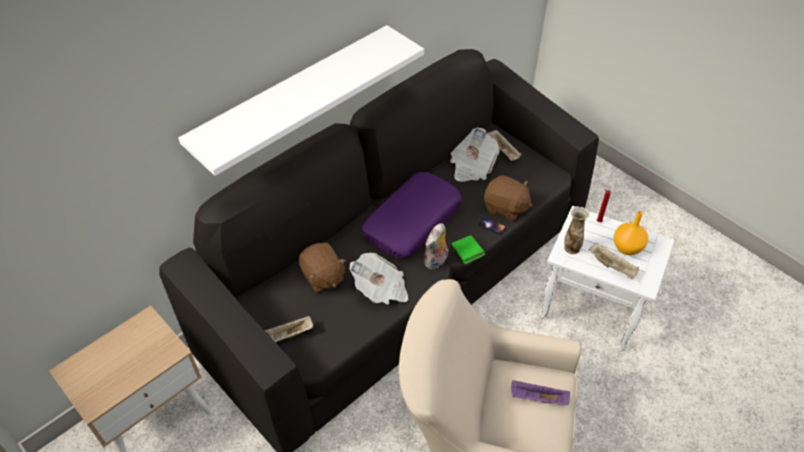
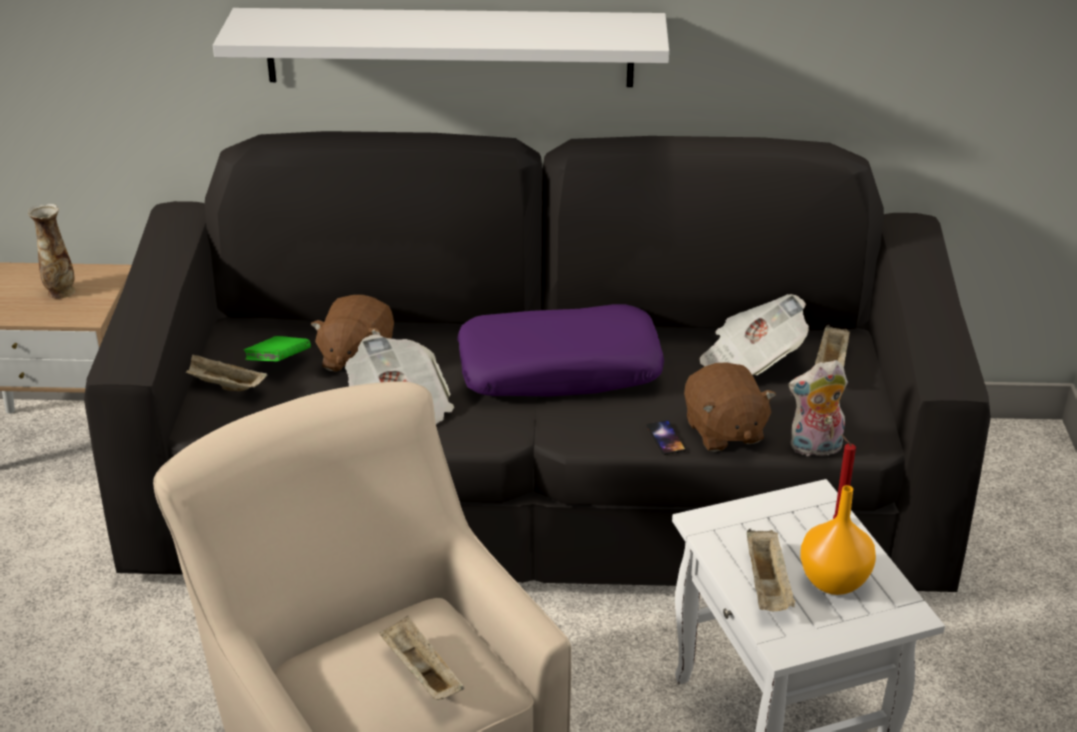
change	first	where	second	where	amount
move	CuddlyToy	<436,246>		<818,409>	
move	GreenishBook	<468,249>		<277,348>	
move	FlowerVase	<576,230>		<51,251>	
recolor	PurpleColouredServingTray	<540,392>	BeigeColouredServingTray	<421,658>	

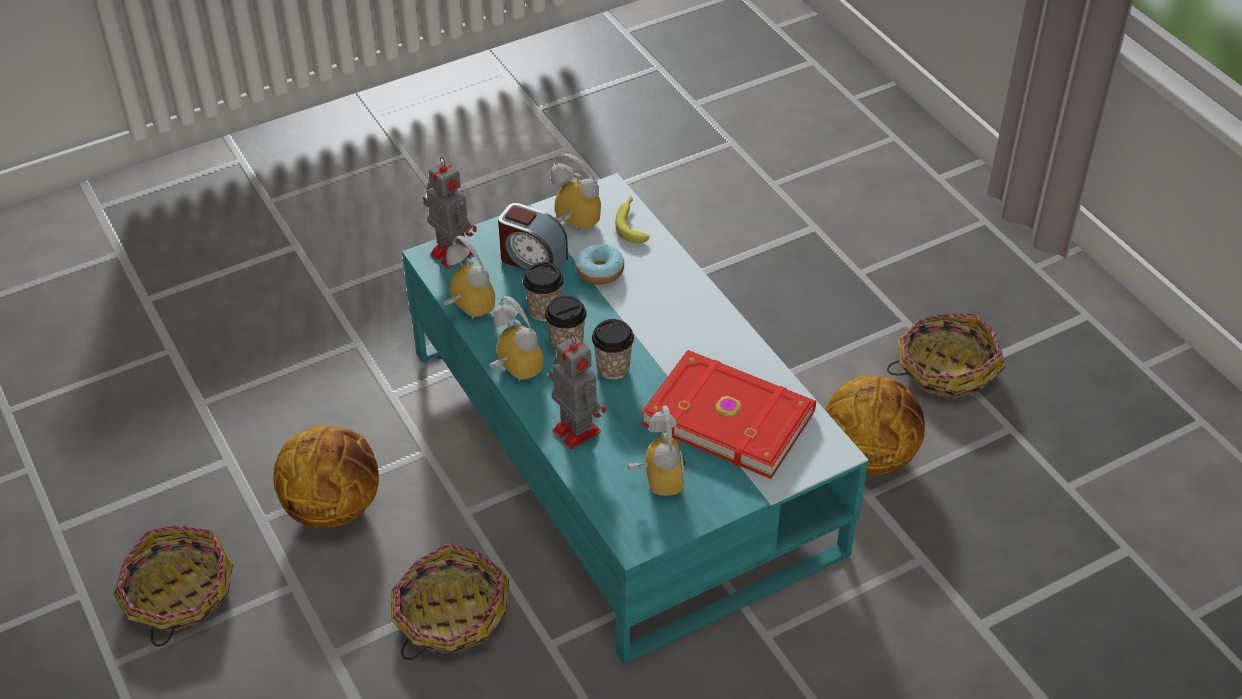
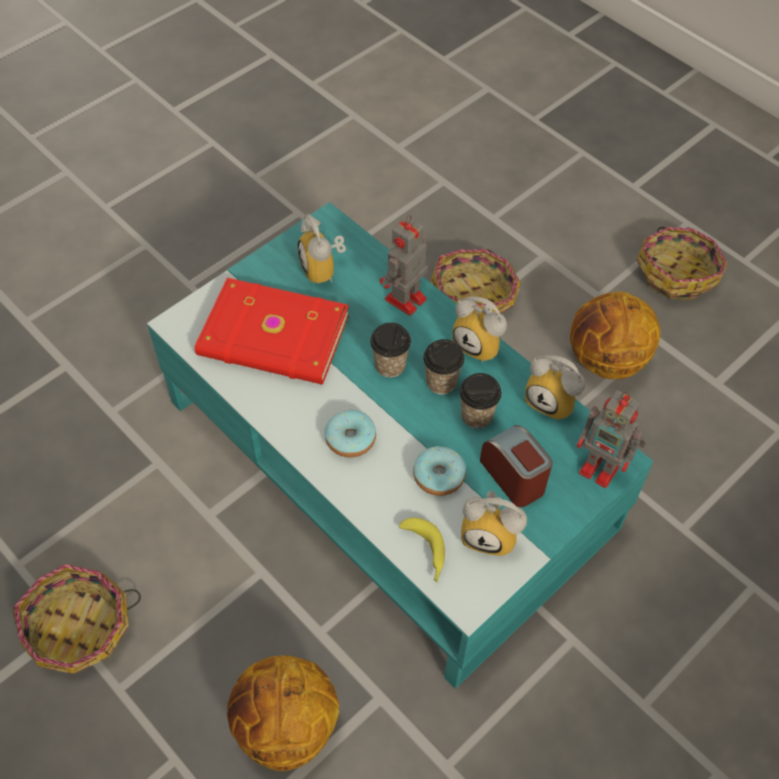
change	first	where	second	where	amount
insert			Donut	<350,434>	
move	BallForBasketball	<875,425>		<283,713>	
rotate	BedsideClock	<533,237>		<516,466>	45 degrees clockwise
rotate	RobotFigure	<577,391>		<404,265>	90 degrees clockwise

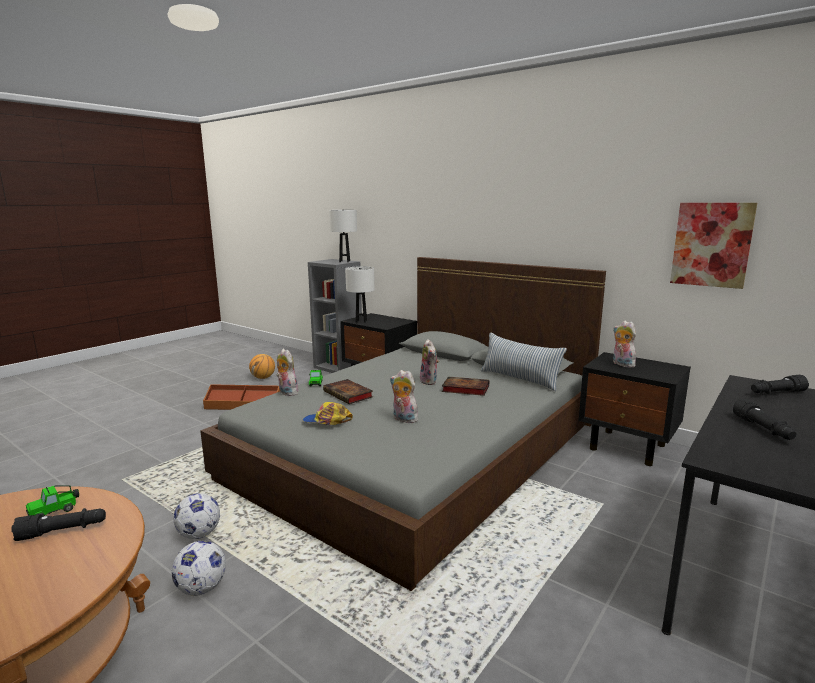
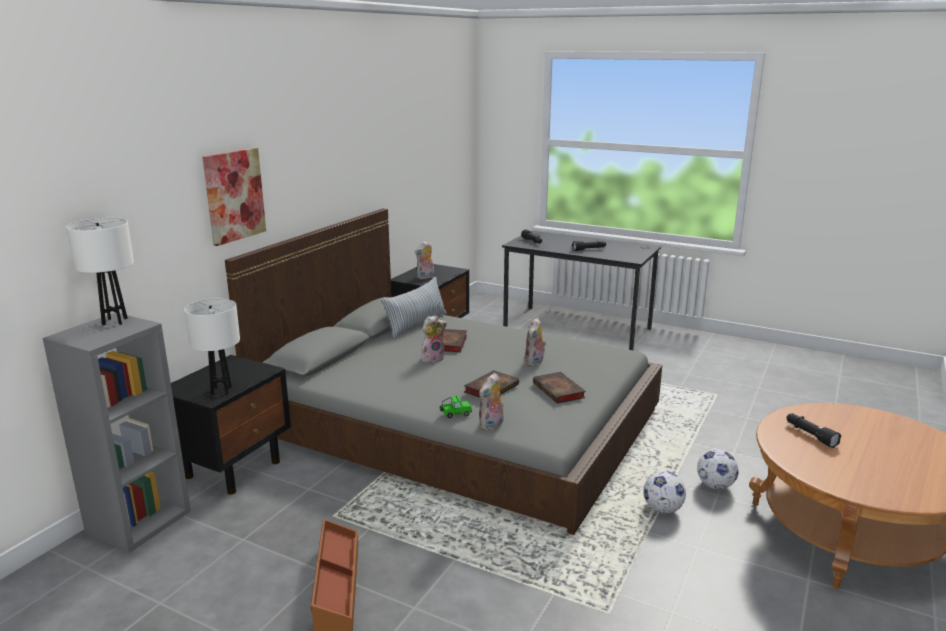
change	first	where	second	where	amount
delete	ToyCar	<52,500>			
delete	BallForBasketball	<262,366>			
move	WallPicture	<713,246>		<234,197>	
replace	BaseballCap	<328,413>	Book	<559,388>	

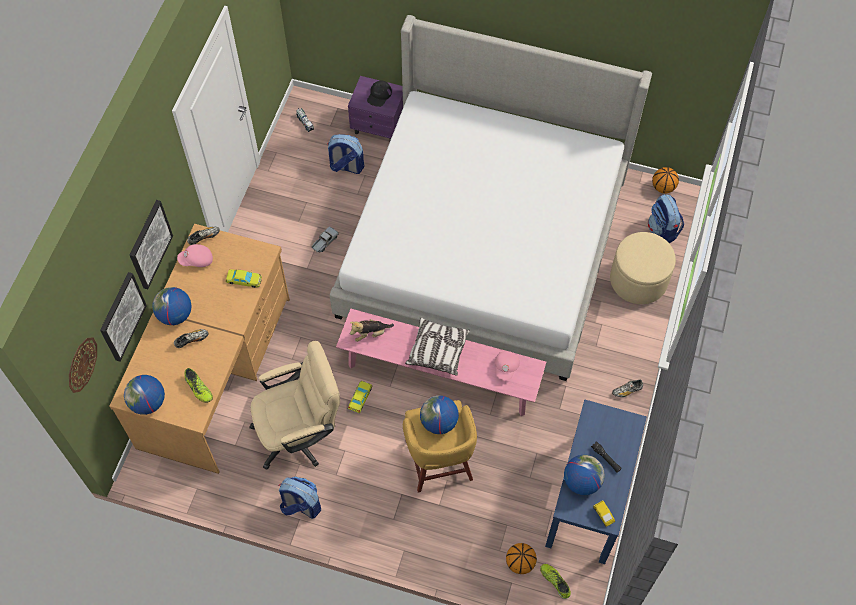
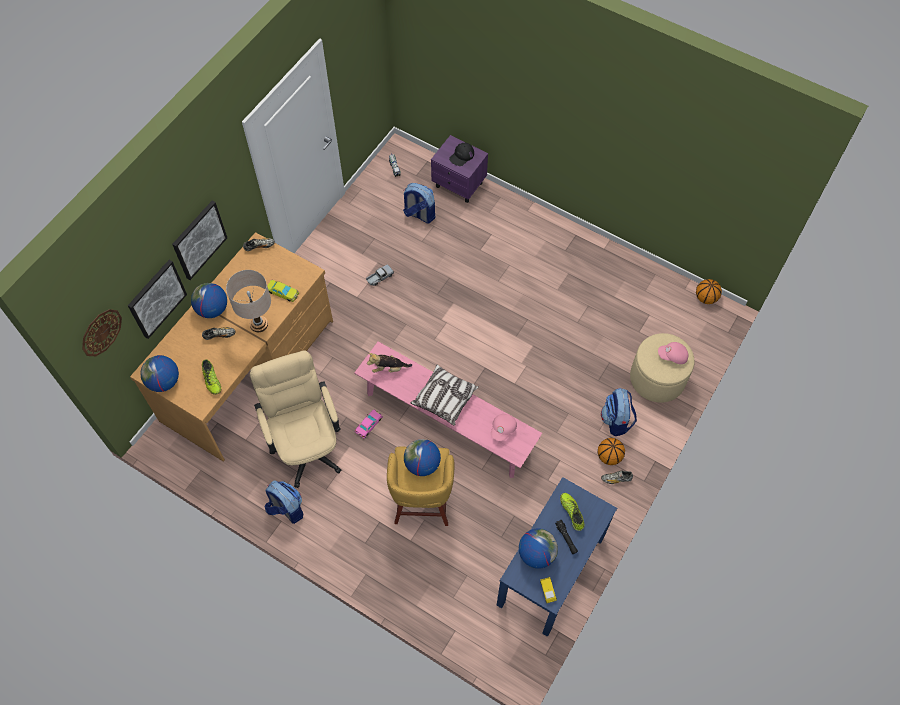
change	first	where	second	where	amount
delete	BedroomBed	<491,198>			
insert			BeigeColouredLampForATable	<248,301>	
move	PinkColouredBaseballCap	<195,255>		<673,353>	
move	BallForBasketball	<521,558>		<611,451>	
move	Shoe	<555,581>		<572,512>	
move	Knapsack	<666,218>		<619,412>	
recolor	YellowColouredToyCar	<360,397>	PinkColouredToyCar	<368,424>	
rotate	BeigeColouredDeskChair	<294,405>		<295,419>	105 degrees counterclockwise

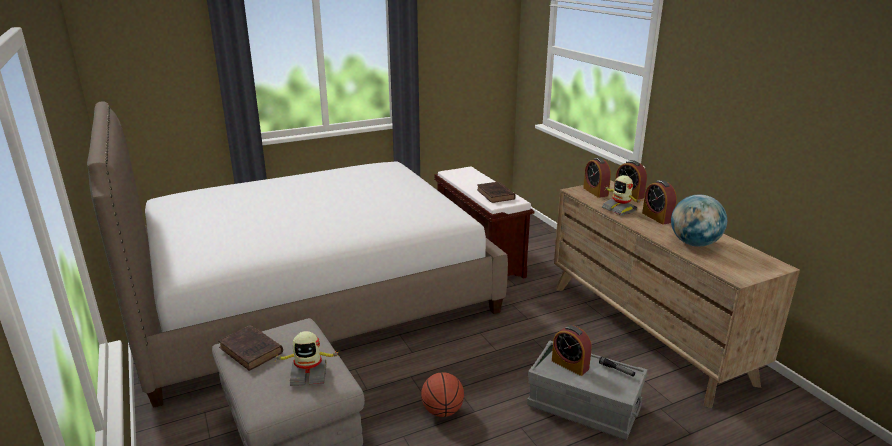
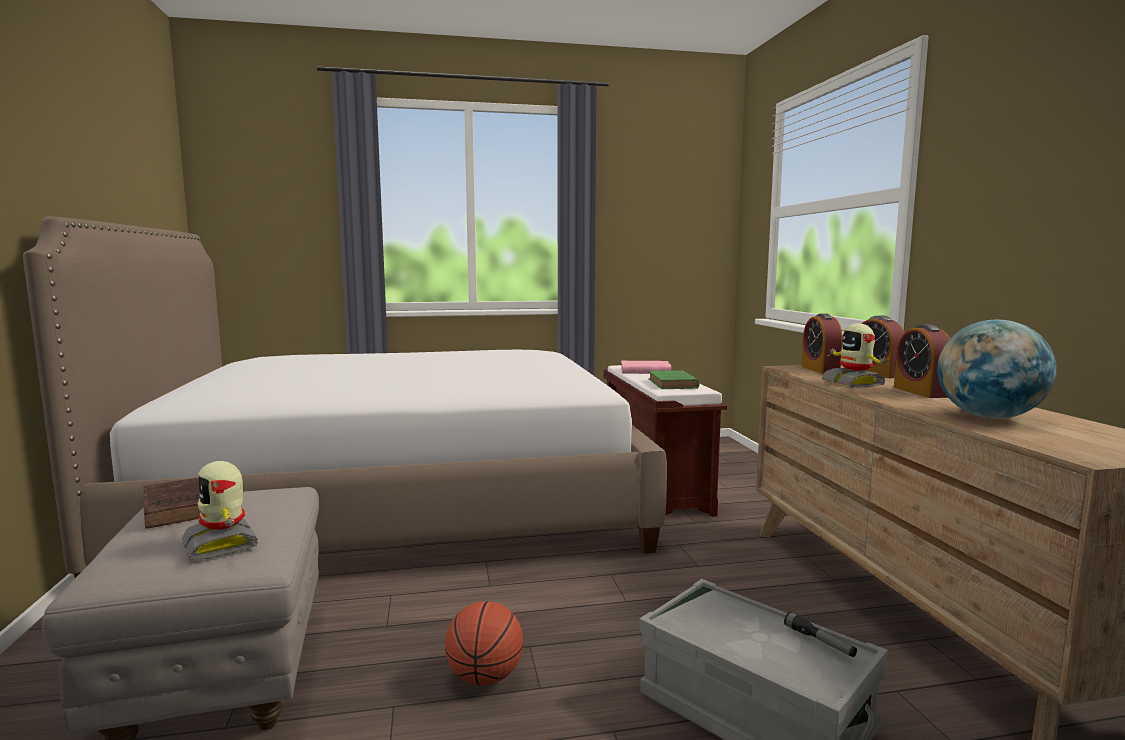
change	first	where	second	where	amount
delete	BedsideClock	<572,350>			
insert			PinkColouredBook	<646,367>	
recolor	BrownColouredBook	<496,192>	GreenishBook	<674,379>	
rotate	RobotFigure	<307,358>		<220,510>	45 degrees clockwise

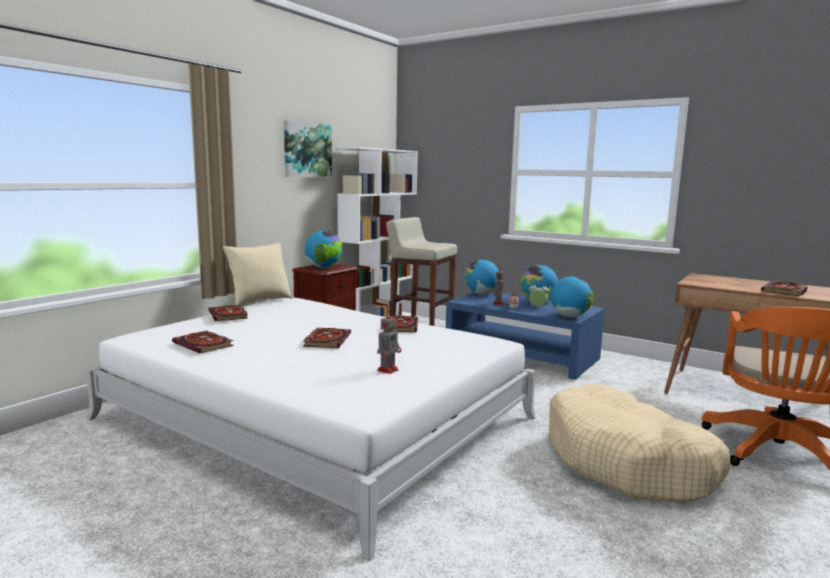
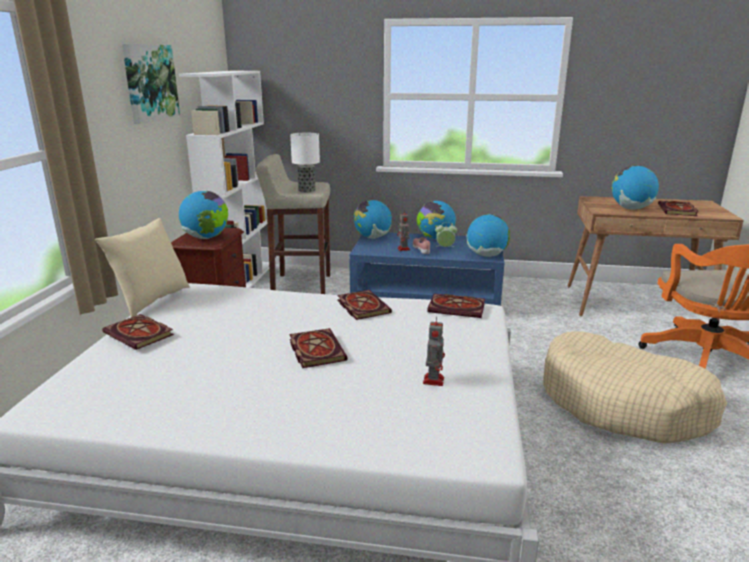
change	first	where	second	where	amount
insert			LampForATable	<305,163>	
insert			Globe	<635,187>	
move	Book	<203,342>		<456,305>	

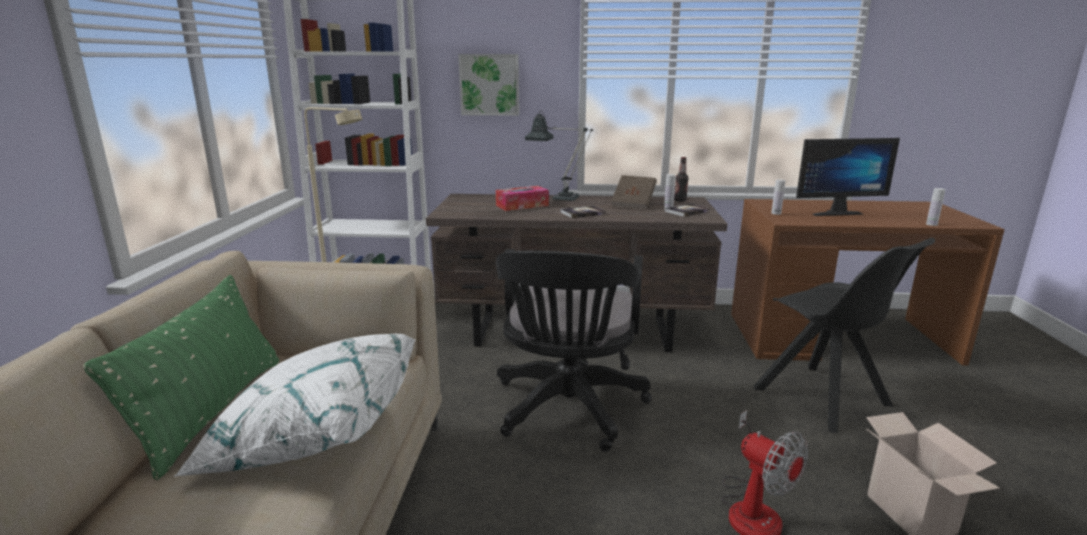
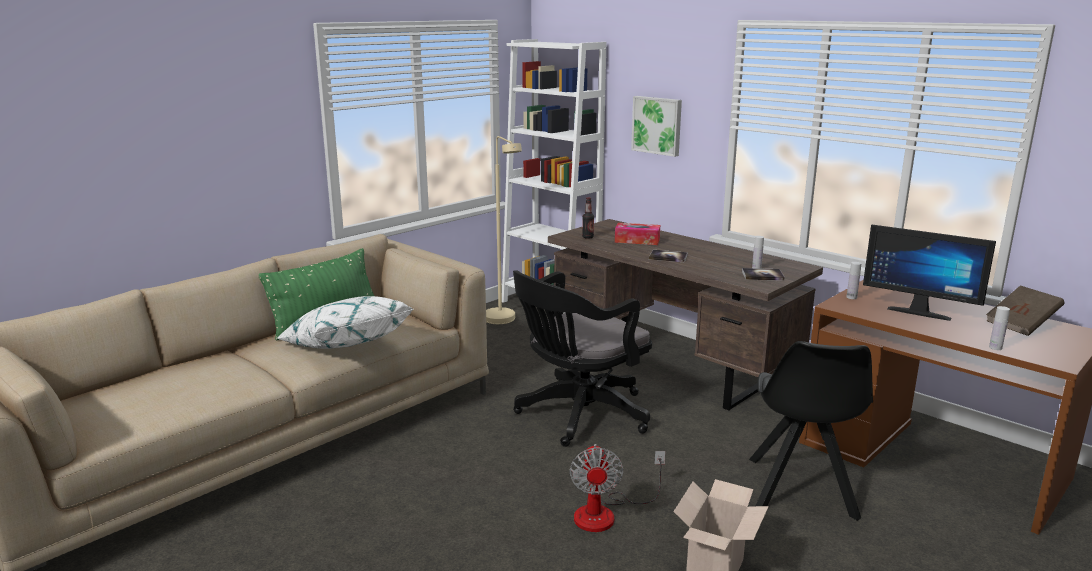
change	first	where	second	where	amount
delete	LampForATable	<559,156>			
move	BrownColouredBook	<634,192>		<1025,310>	
move	DrinkBottle	<681,179>		<588,218>	

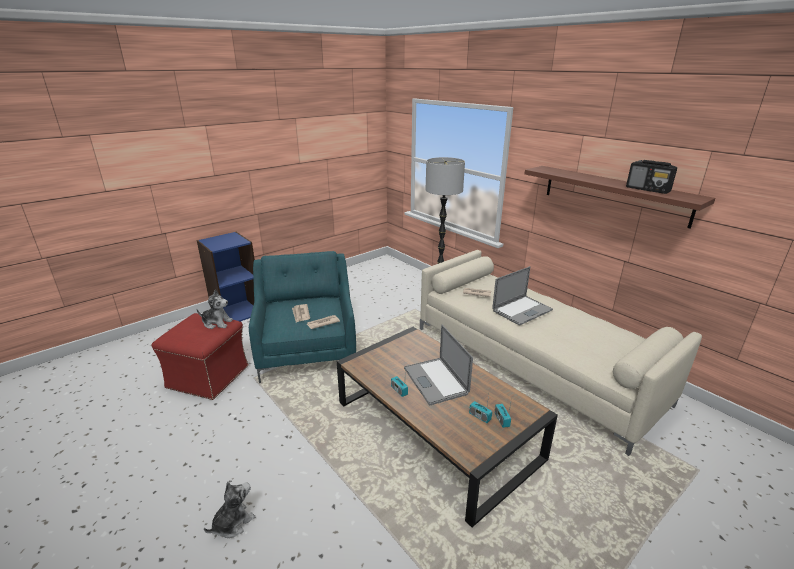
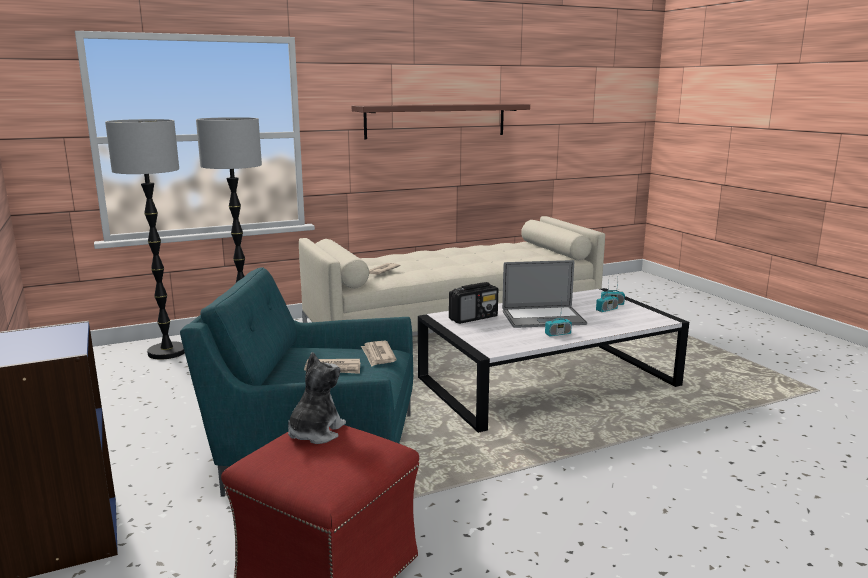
change	first	where	second	where	amount
delete	CuddlyToy	<229,509>			
delete	Laptop	<522,296>			
insert			StandardLamp	<145,239>	
move	RadioSet	<651,177>		<473,303>	
recolor	BrownColouredLowTable	<447,427>	WhiteLowTable	<553,360>	

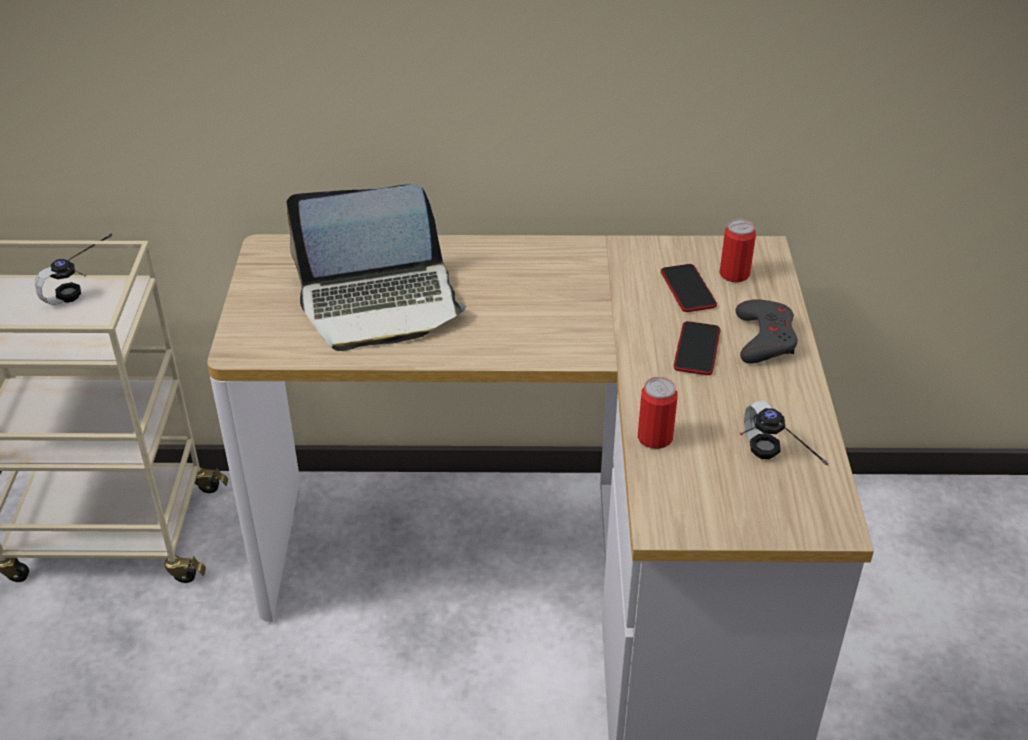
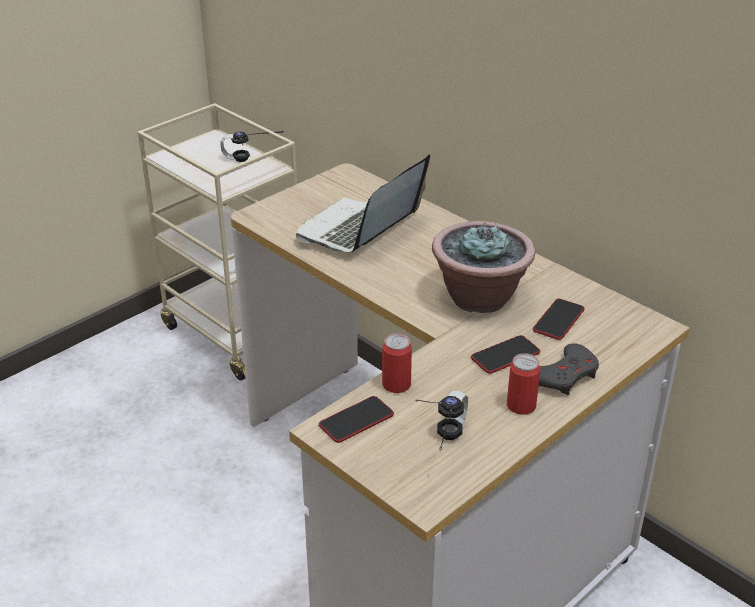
change	first	where	second	where	amount
insert			Phone	<356,419>	
insert			Houseplant	<483,267>	
move	SealedCan	<738,250>		<523,384>	
rotate	Laptop	<376,267>		<363,203>	90 degrees clockwise

